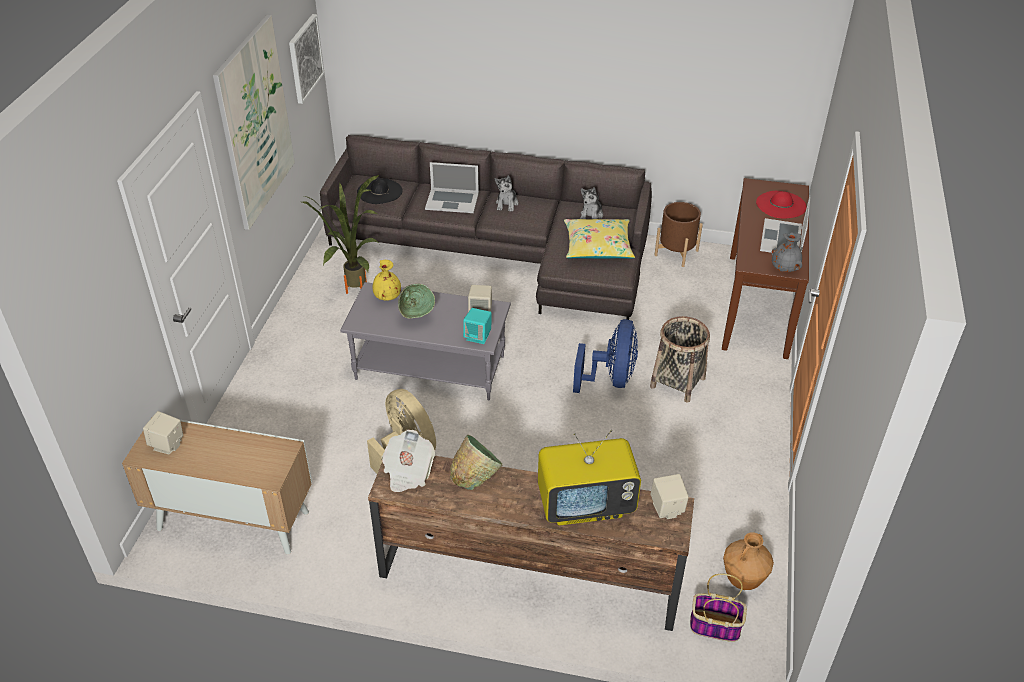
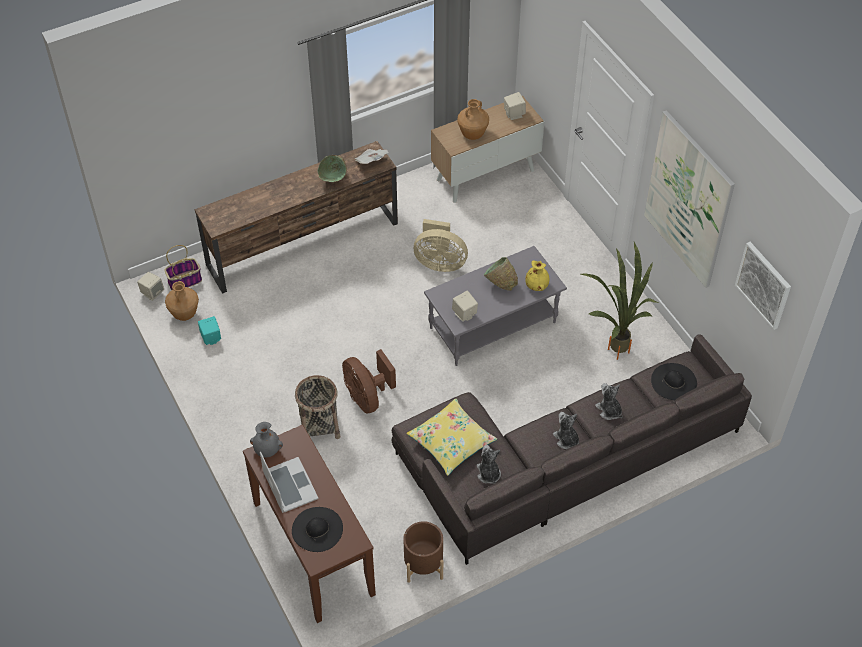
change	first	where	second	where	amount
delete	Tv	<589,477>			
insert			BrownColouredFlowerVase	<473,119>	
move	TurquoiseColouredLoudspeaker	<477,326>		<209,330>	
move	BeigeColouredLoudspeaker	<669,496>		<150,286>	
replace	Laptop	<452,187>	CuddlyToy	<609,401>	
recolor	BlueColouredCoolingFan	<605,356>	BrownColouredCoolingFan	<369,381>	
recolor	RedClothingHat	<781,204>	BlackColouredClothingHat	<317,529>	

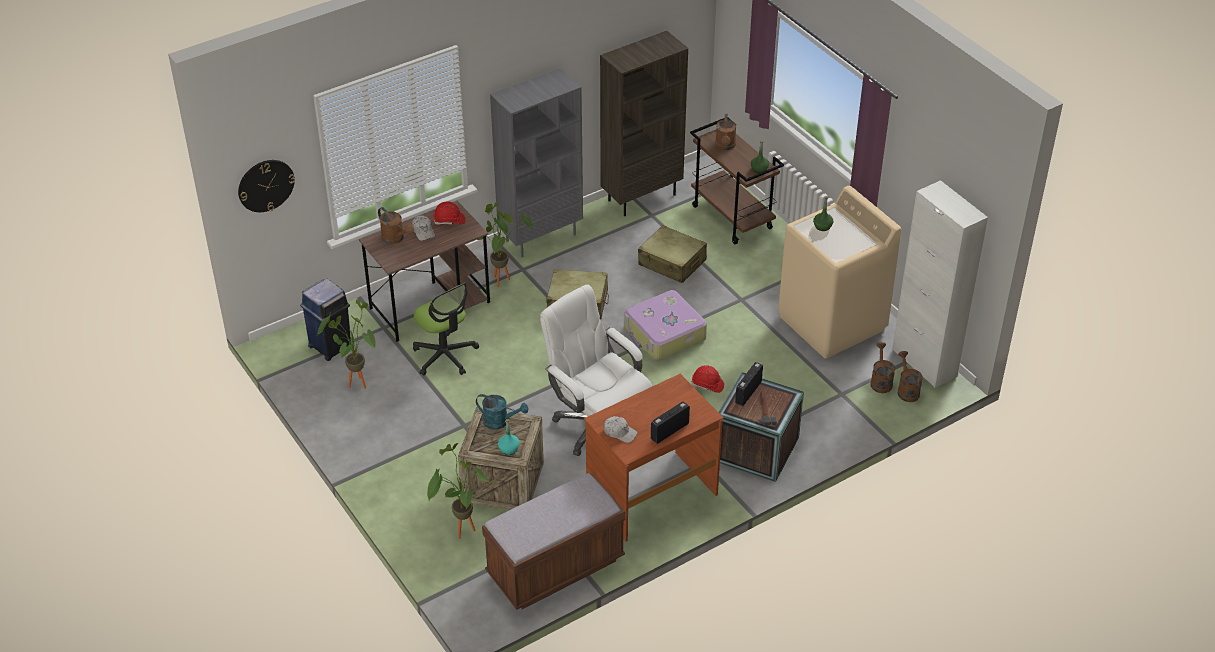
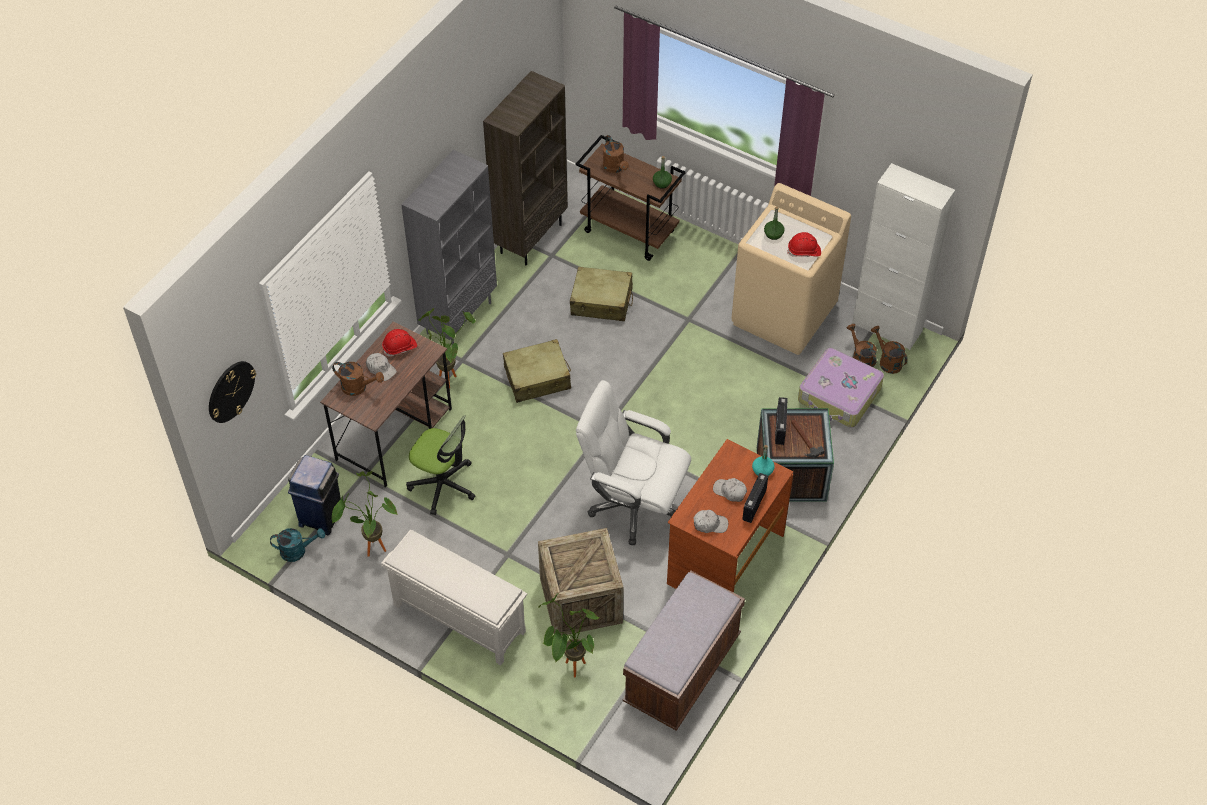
change	first	where	second	where	amount
insert			WhiteShoeShelf	<454,597>	
insert			WhiteBaseballCap	<730,490>	
move	TurquoiseColouredWateringPot	<502,412>		<297,545>	
move	TurquoiseColouredDrinkBottle	<509,437>		<763,460>	
move	TravelCase	<665,325>		<841,387>	
move	RedHardHat	<708,379>		<804,244>	

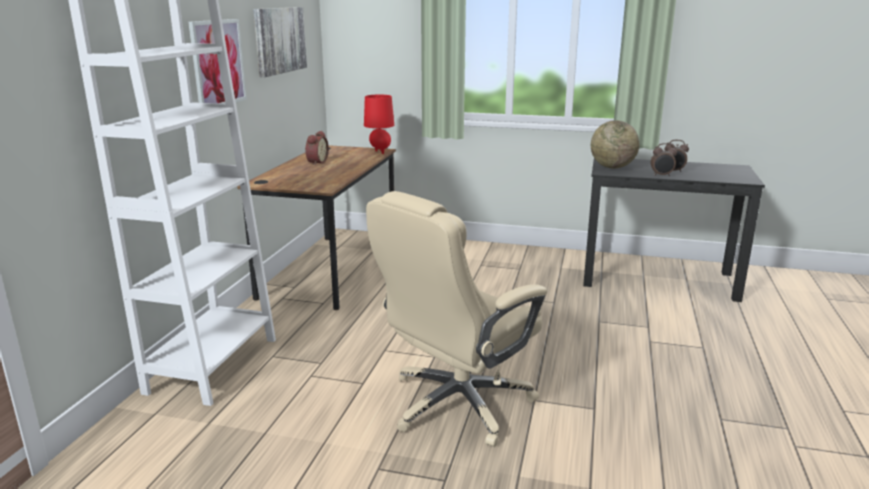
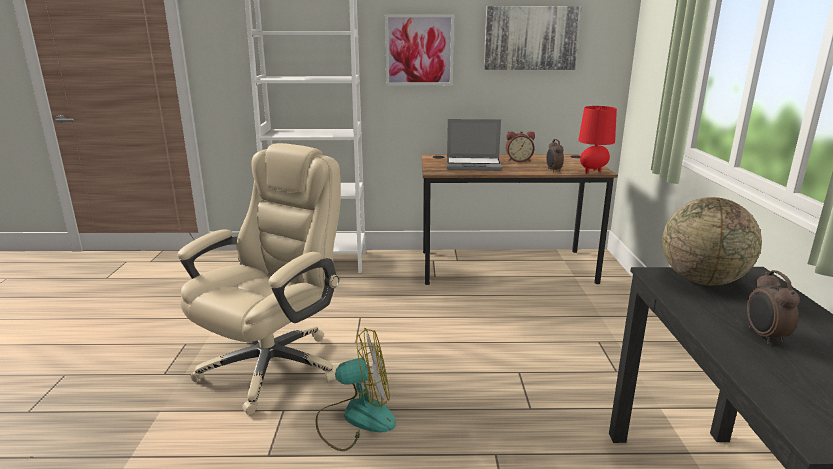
change	first	where	second	where	amount
insert			CoolingFan	<356,389>	
insert			Laptop	<474,145>	
move	BedsideClock	<664,159>		<555,156>	
rotate	BeigeColouredDeskChair	<456,319>		<259,279>	90 degrees clockwise

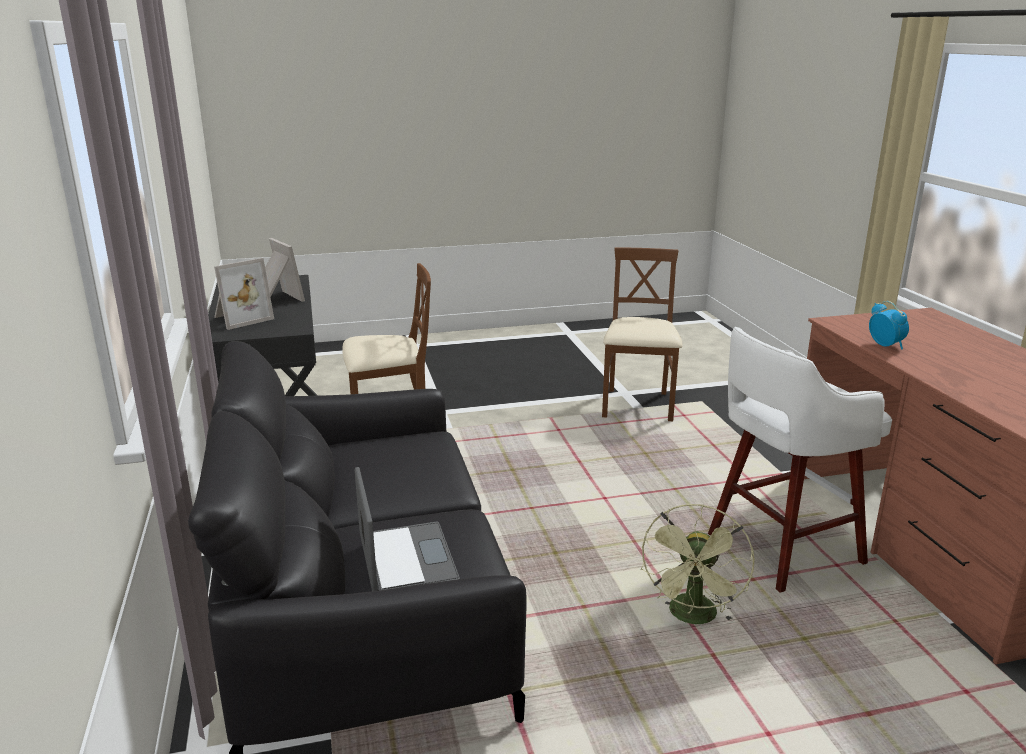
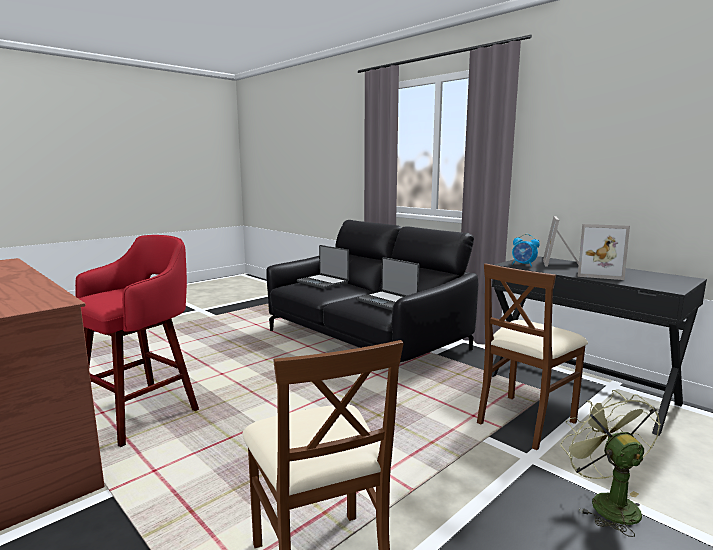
change	first	where	second	where	amount
insert			Laptop	<388,283>	
move	GreenishCoolingFan	<698,564>		<610,463>	
move	BedsideClock	<889,325>		<526,250>	
recolor	WhiteSittingStool	<800,460>	RedSittingStool	<137,341>	

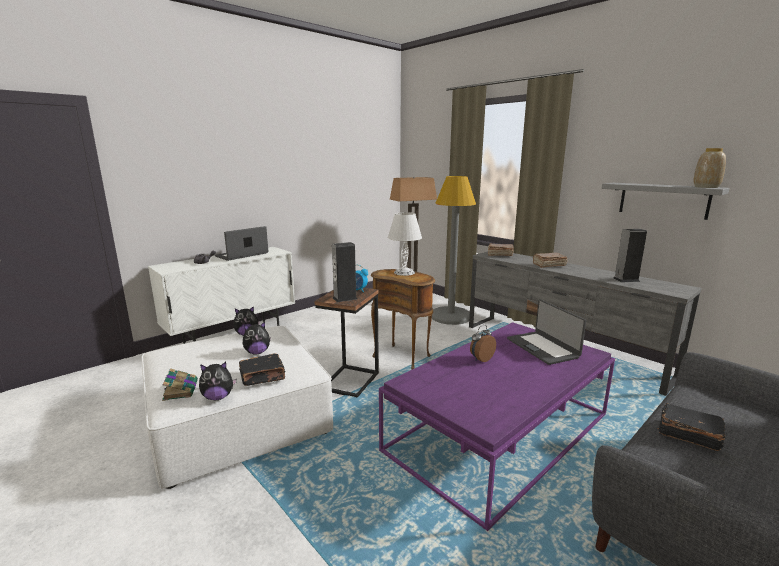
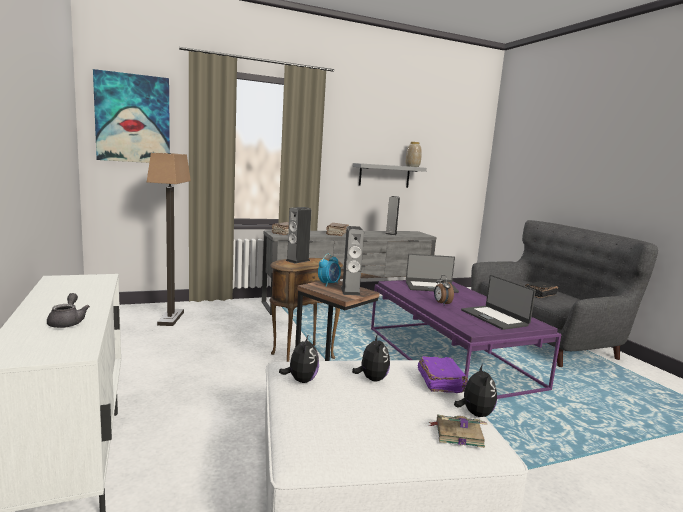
change	first	where	second	where	amount
delete	GreyishStandardLamp	<454,250>			
insert			WallPicture	<131,116>	
move	Laptop	<241,243>		<498,302>	
replace	WhiteLampForATable	<405,244>	Loudspeaker	<298,235>	
recolor	BlackColouredBook	<262,370>	PurpleColouredBook	<443,374>	

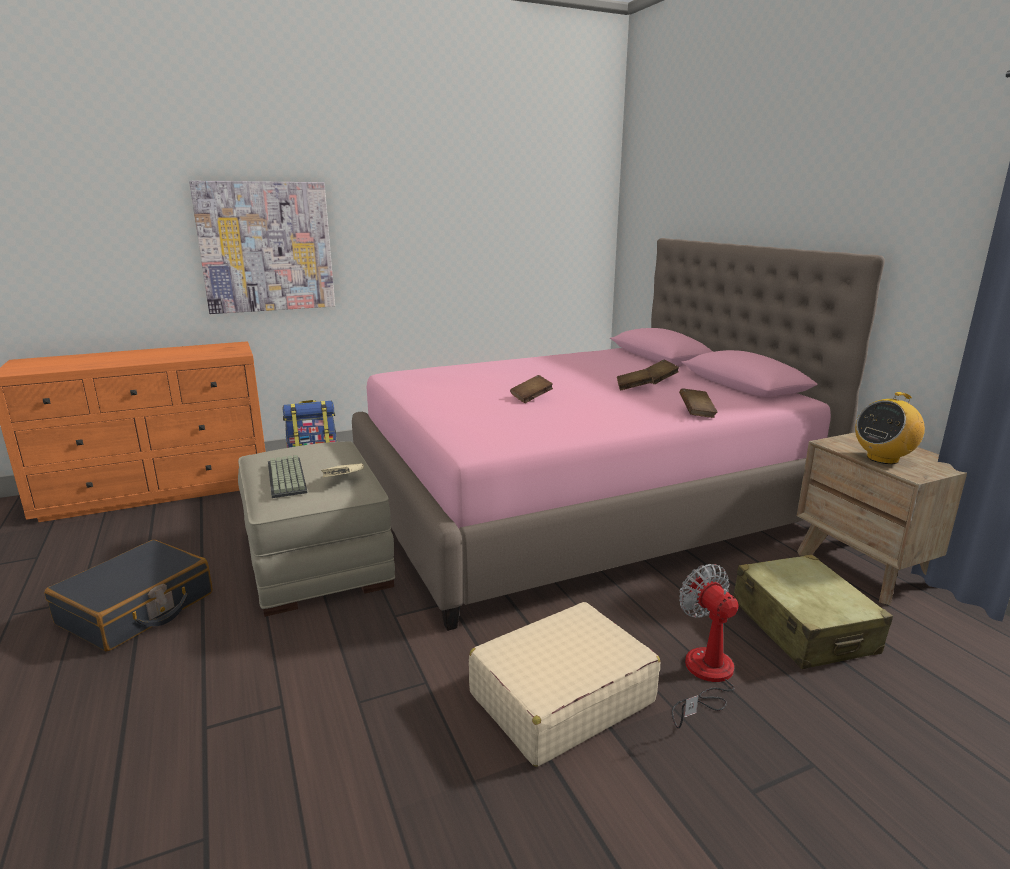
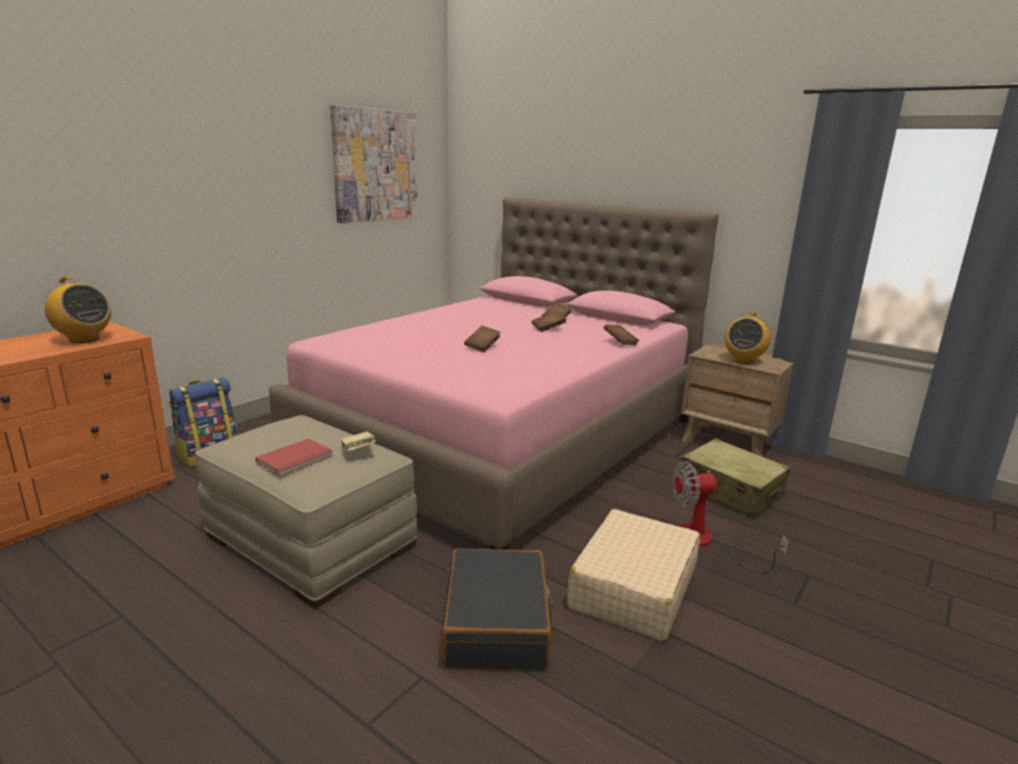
change	first	where	second	where	amount
insert			RadioSet	<76,310>	
move	BlackColouredTravelCase	<128,596>		<498,609>	
move	WallPicture	<262,247>		<374,164>	
replace	ComputerKeyboard	<287,476>	RedBook	<294,458>	
rotate	CoolingFan	<705,646>		<731,516>	45 degrees counterclockwise

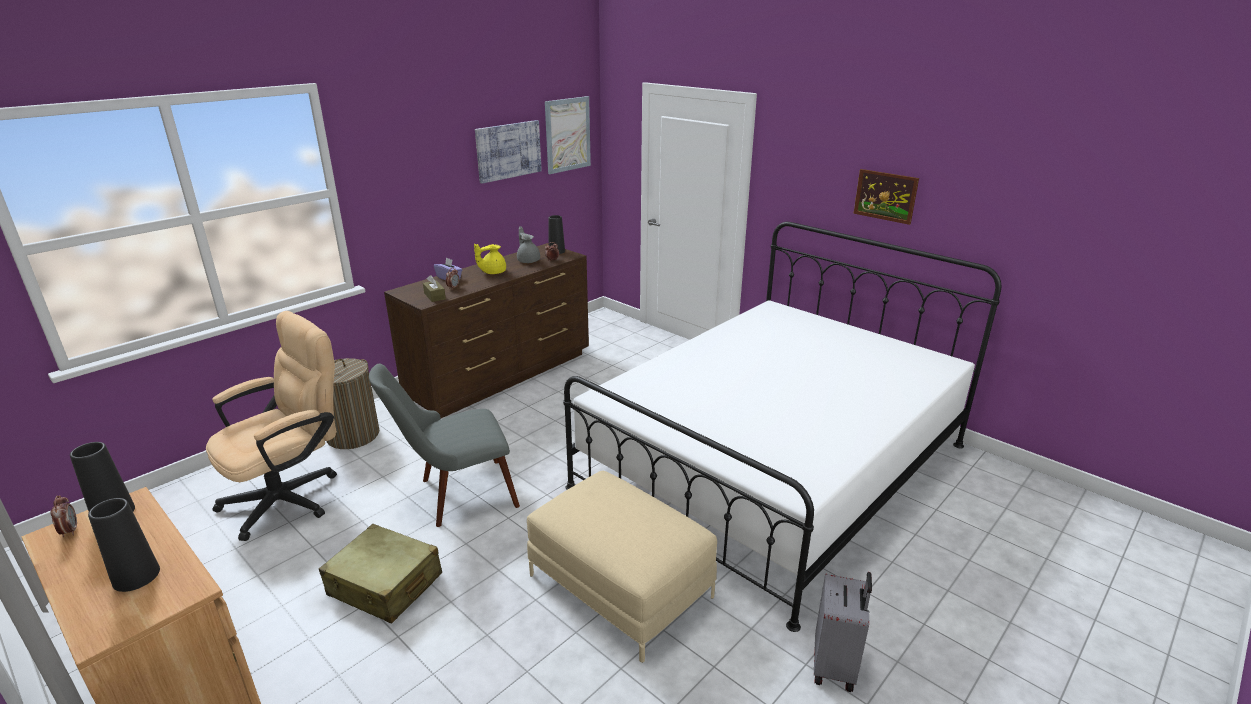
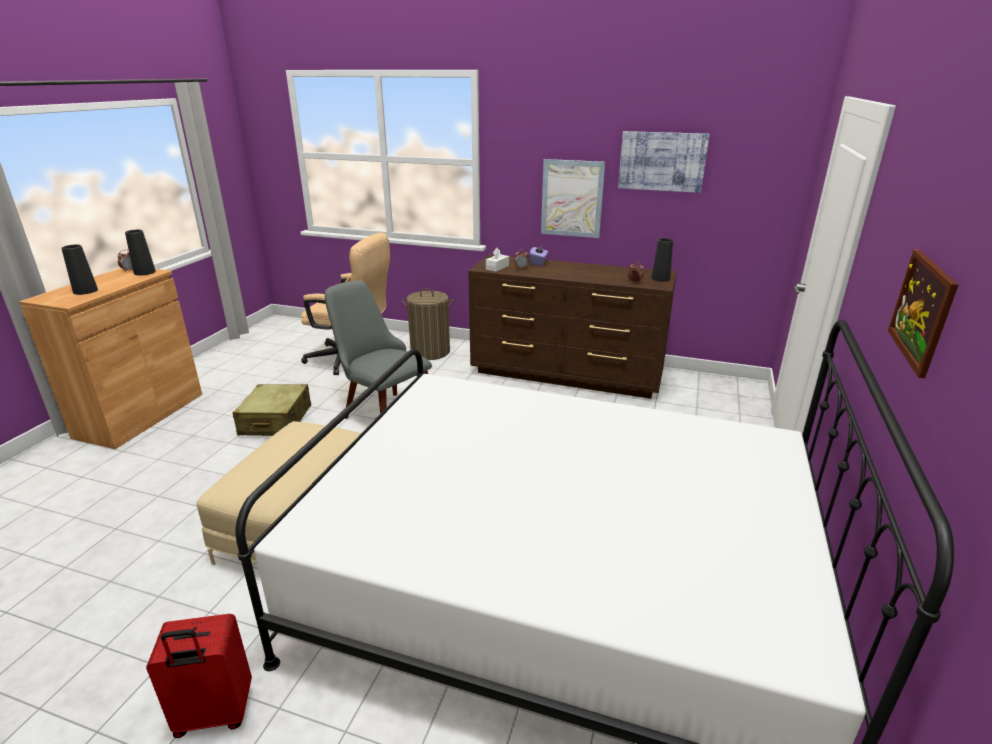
change	first	where	second	where	amount
delete	YellowColouredTeaPot	<490,259>			
delete	GreyishTeaPot	<528,244>			
move	WallPicture	<568,135>		<573,198>	
recolor	BrownColouredTissueBox	<434,288>	WhiteTissueBox	<497,260>	
recolor	GreyishTravelCase	<843,632>	RedTravelCase	<199,676>	

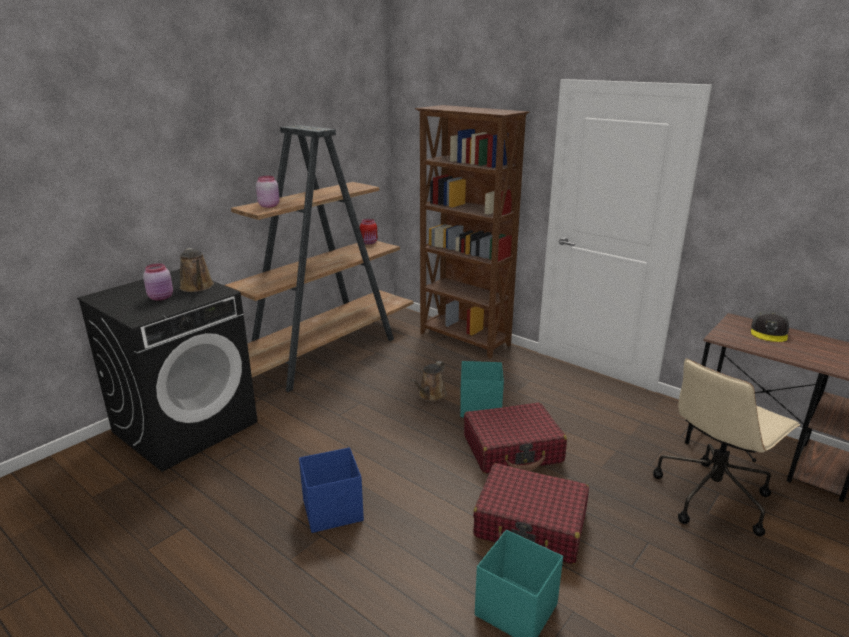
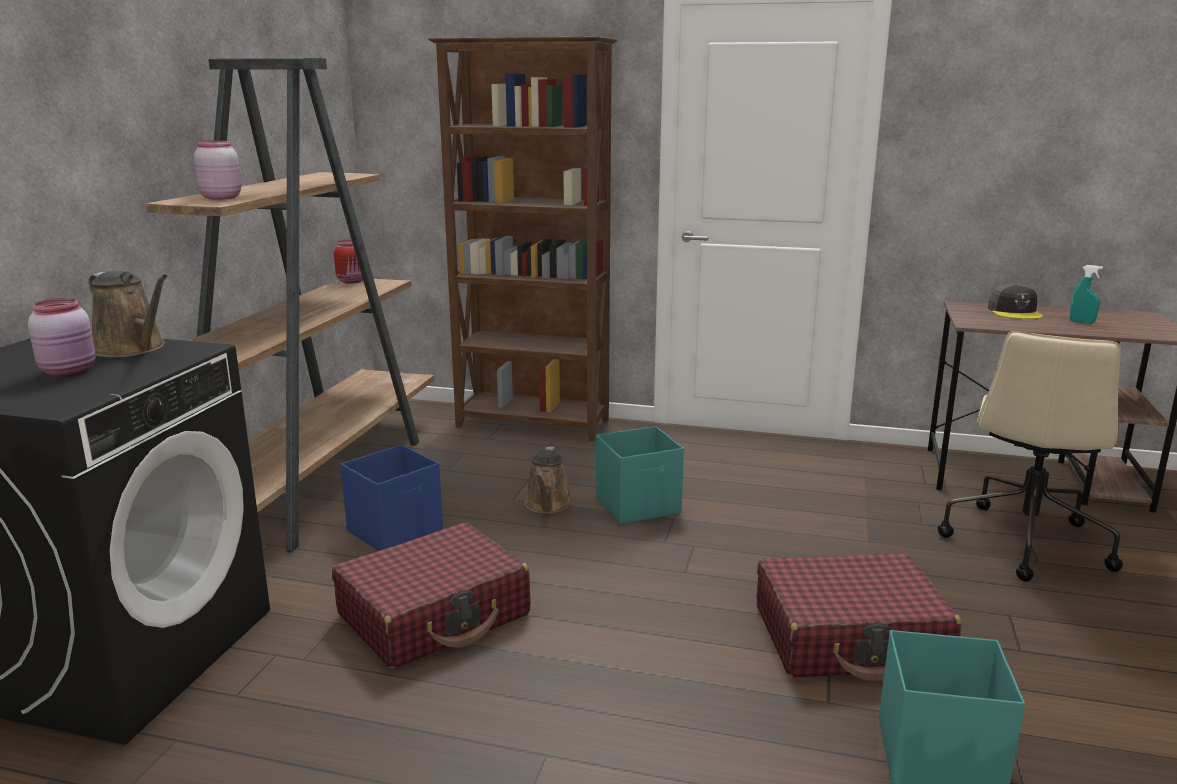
change	first	where	second	where	amount
insert			TurquoiseColouredHandSprayer	<1086,294>	
move	BlueColouredStorageBox	<331,490>		<392,498>	
move	RedTravelCase	<515,438>		<431,596>	

